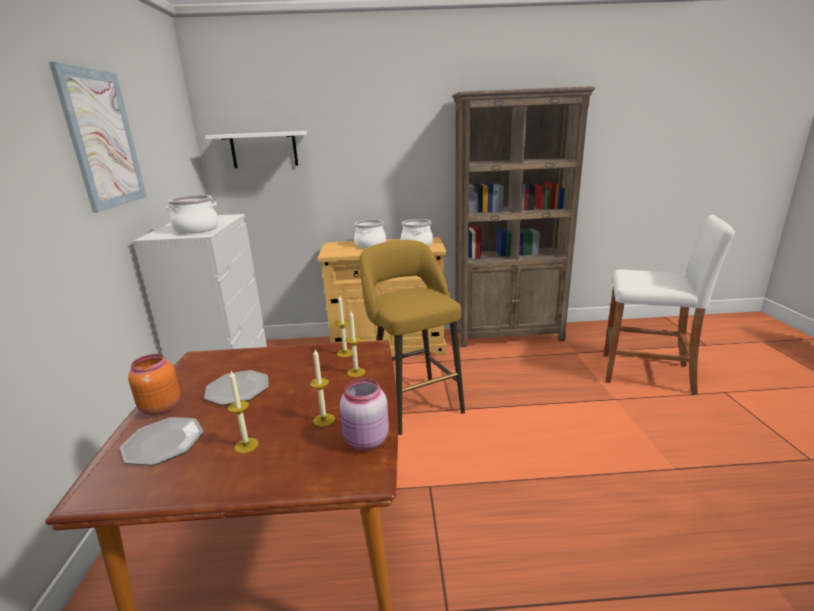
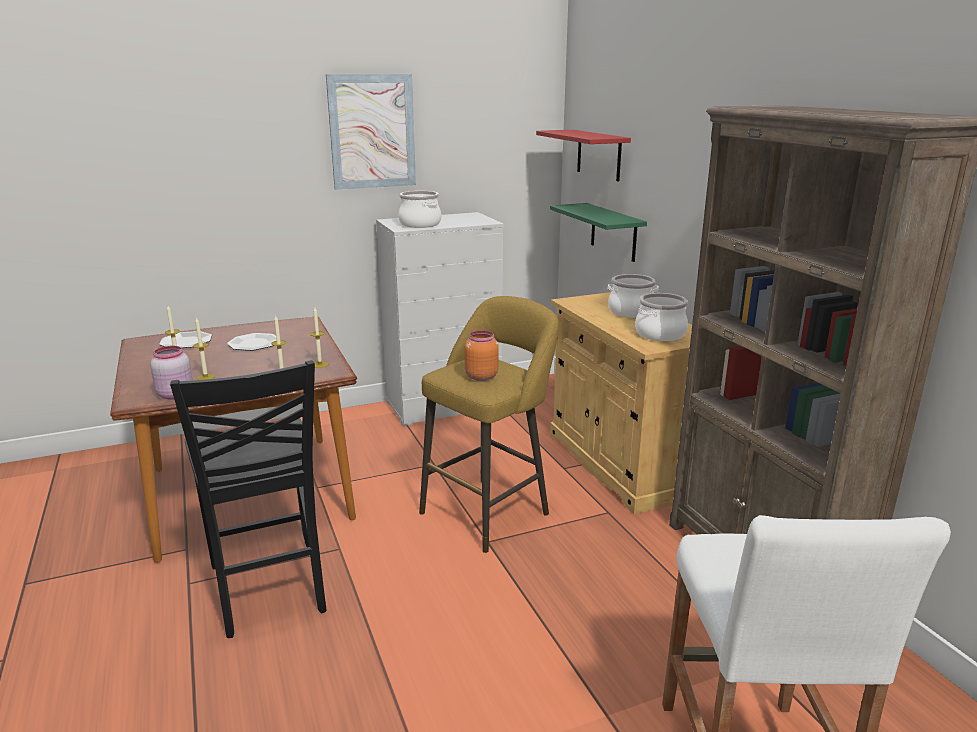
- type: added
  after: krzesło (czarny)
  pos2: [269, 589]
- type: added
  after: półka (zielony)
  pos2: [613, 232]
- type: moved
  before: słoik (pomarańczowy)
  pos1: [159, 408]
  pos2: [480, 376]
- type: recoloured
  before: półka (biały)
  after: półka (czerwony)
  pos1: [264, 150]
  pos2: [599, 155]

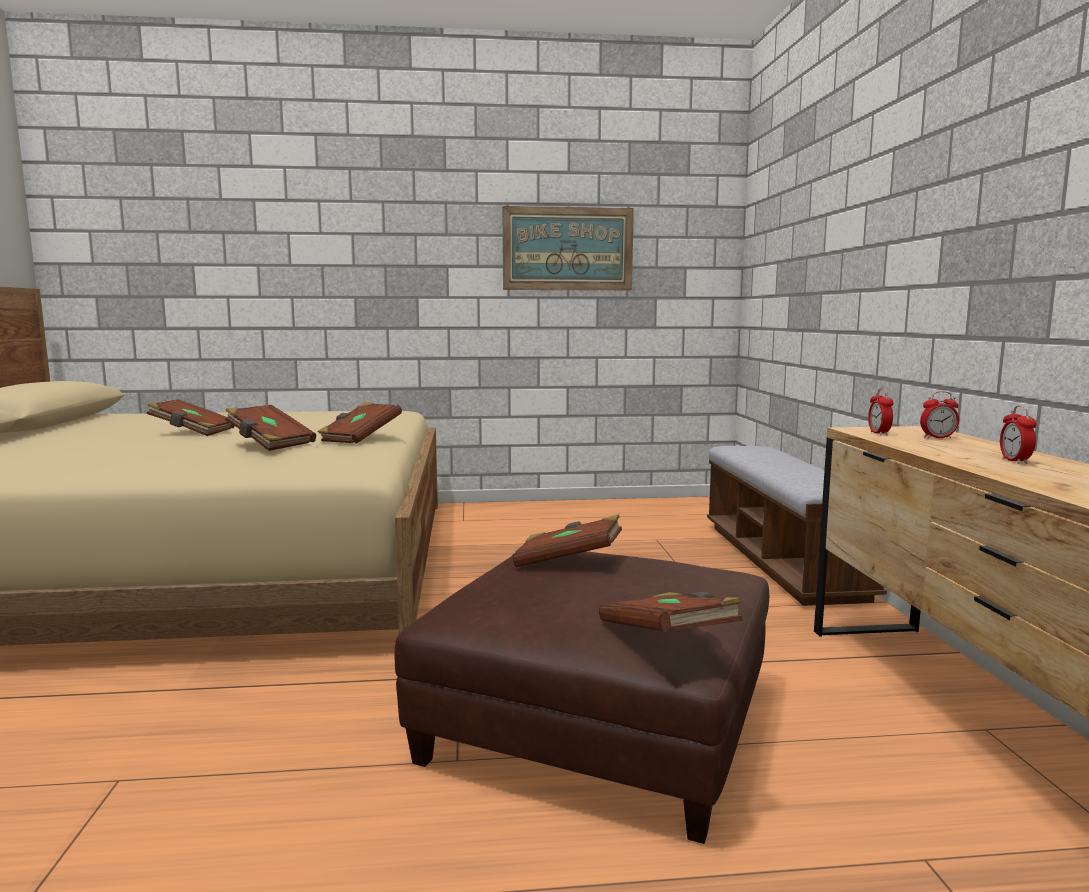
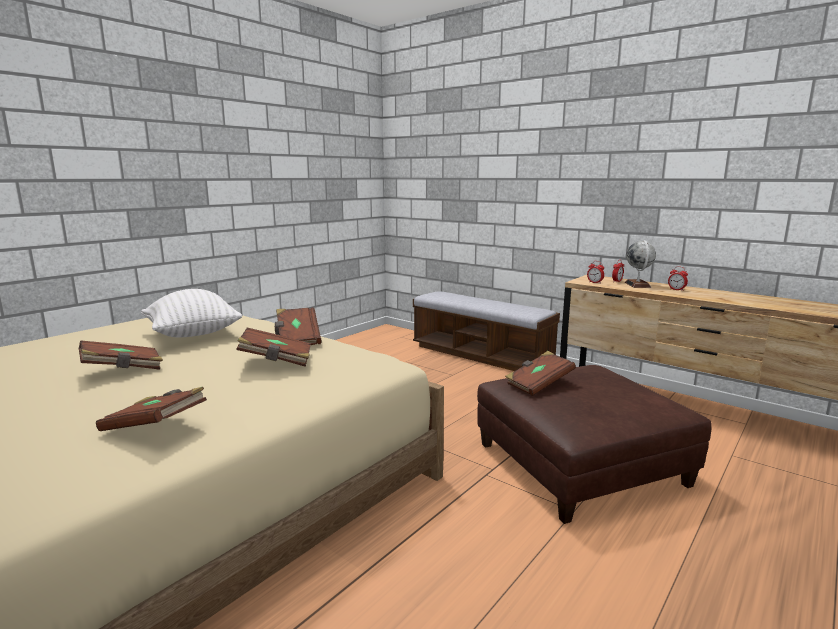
- type: removed
  before: obraz
  pos1: [567, 249]
- type: added
  after: poduszka (biały)
  pos2: [193, 335]
- type: added
  after: globus
  pos2: [637, 285]
- type: moved
  before: książka (brązowy)
  pos1: [668, 639]
  pos2: [156, 427]

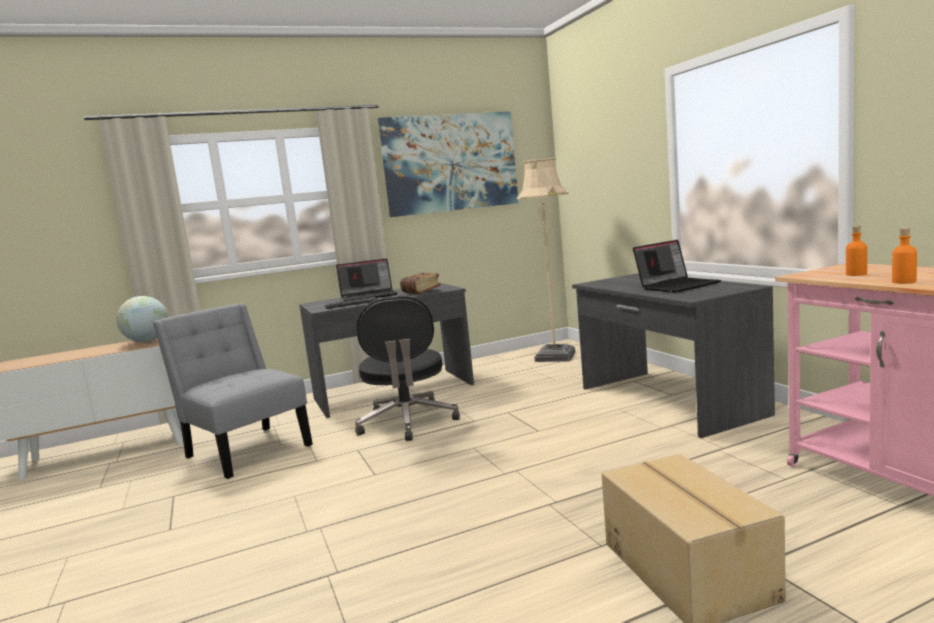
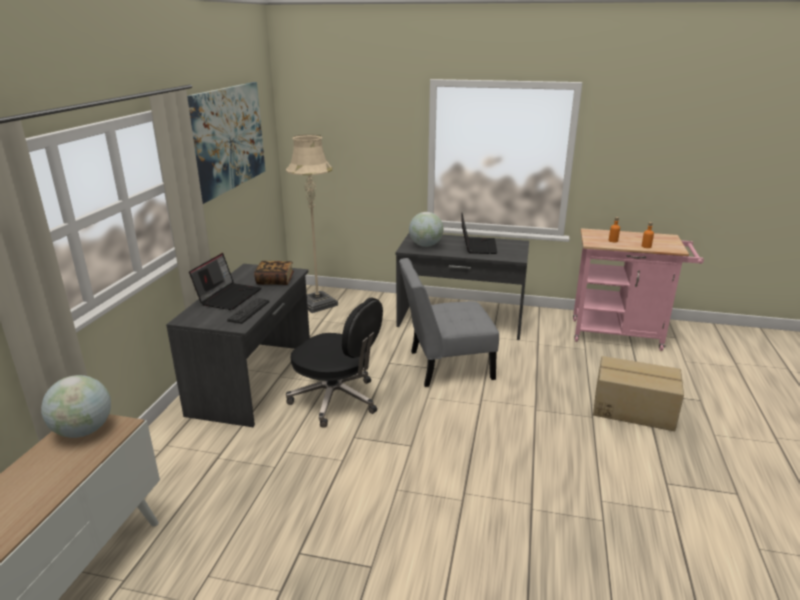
- type: added
  after: globus
  pos2: [425, 245]
- type: moved
  before: krzesło (szary)
  pos1: [246, 449]
  pos2: [445, 366]

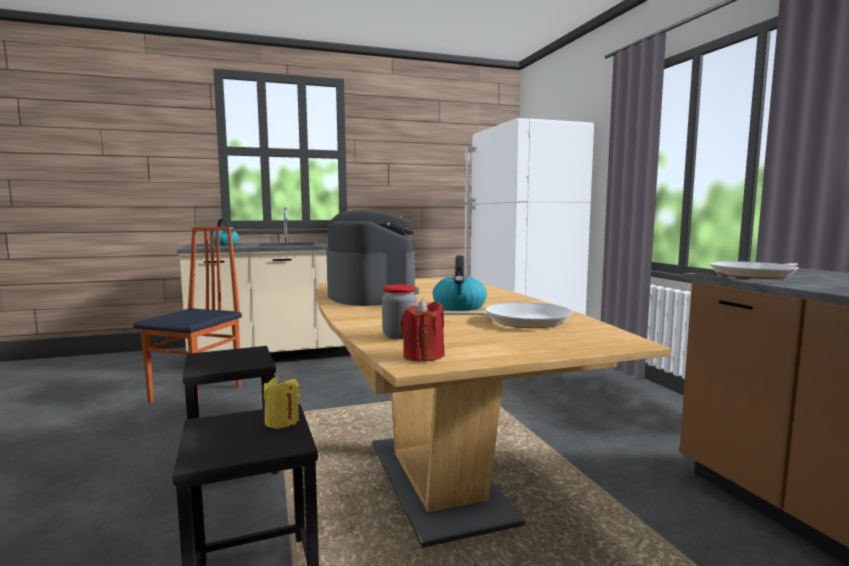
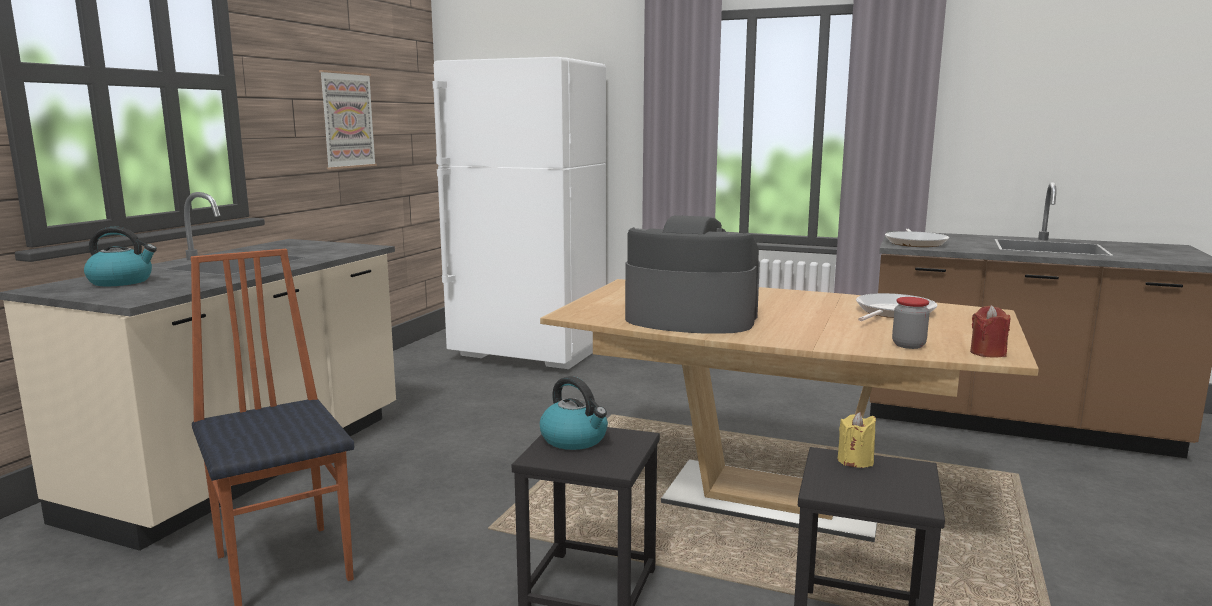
- type: added
  after: obraz
  pos2: [347, 120]
- type: moved
  before: czajnik
  pos1: [459, 307]
  pos2: [575, 439]

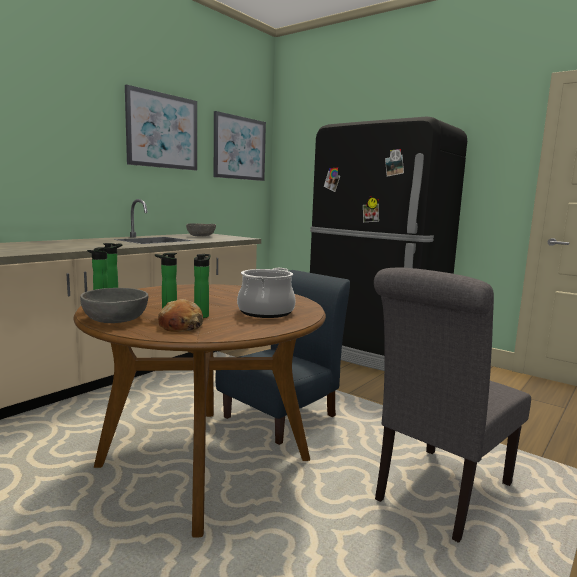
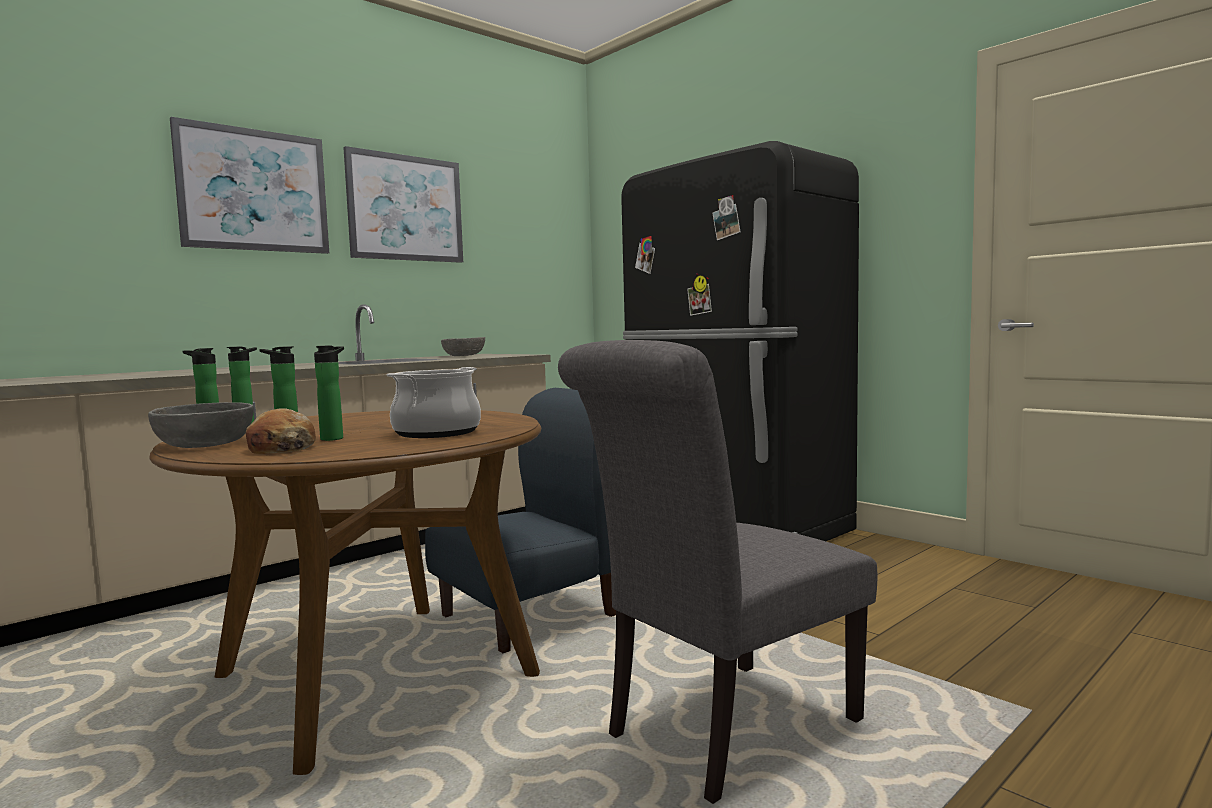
- type: moved
  before: obraz
  pos1: [239, 148]
  pos2: [254, 190]

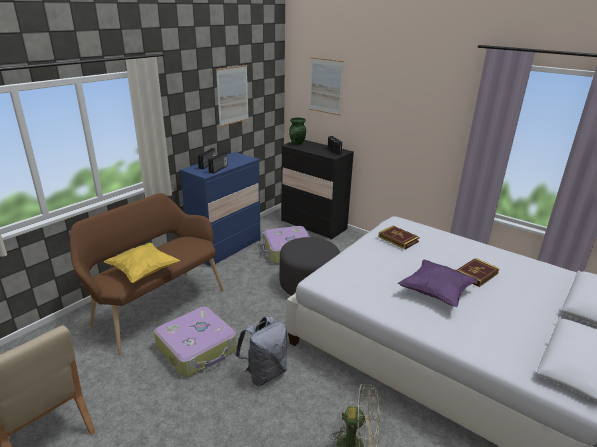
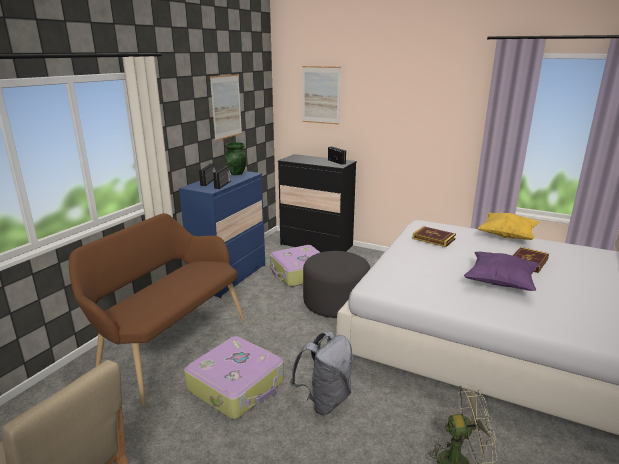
- type: moved
  before: poduszka (żółty)
  pos1: [143, 272]
  pos2: [507, 236]
- type: moved
  before: wazon (zielony)
  pos1: [297, 143]
  pos2: [236, 173]

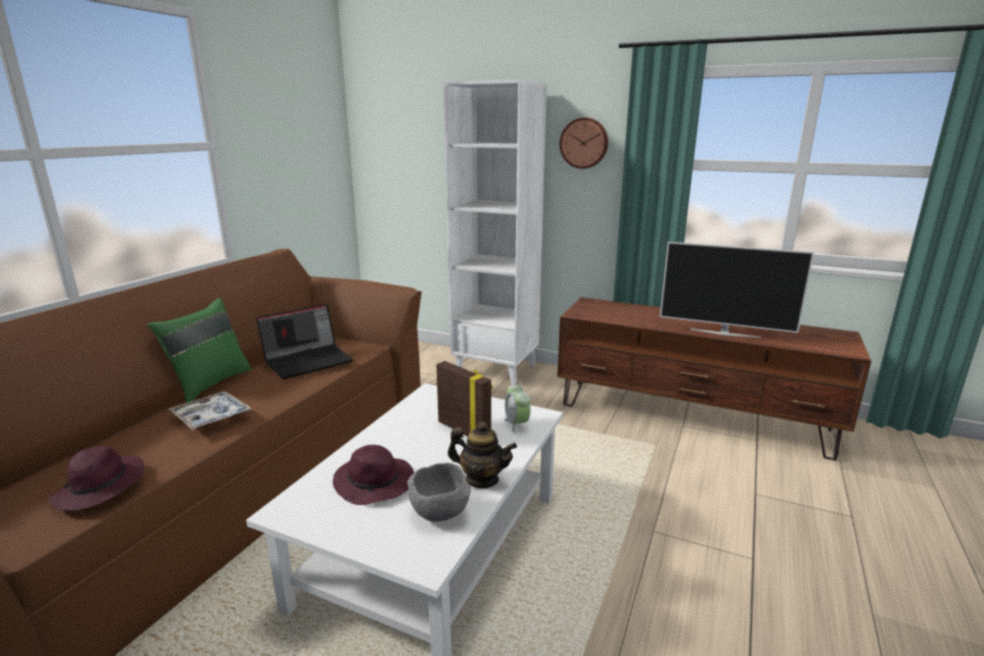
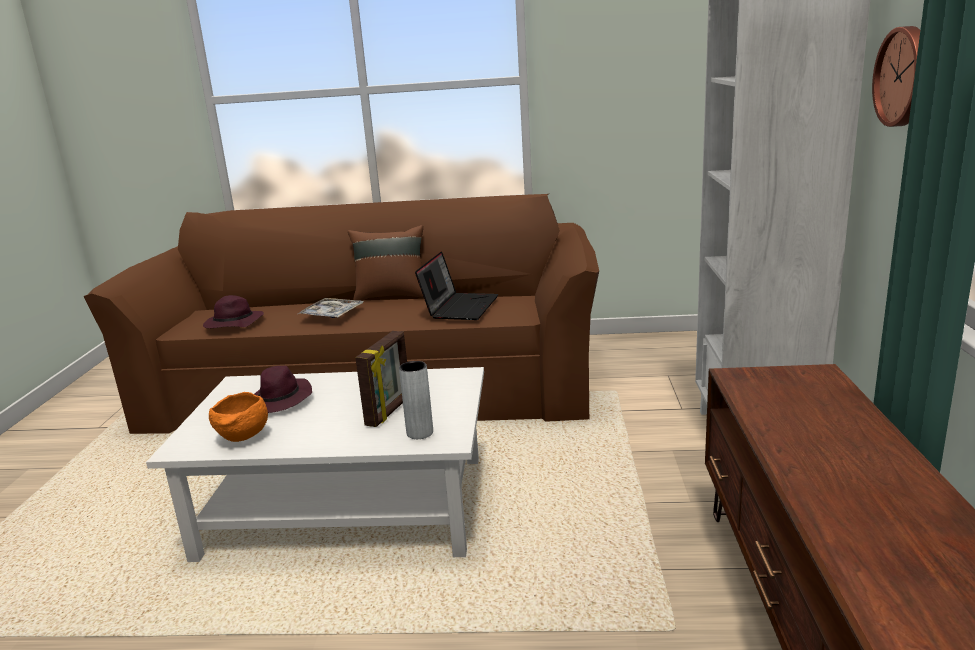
- type: removed
  before: imbryk
  pos1: [482, 479]
- type: removed
  before: telewizor
  pos1: [724, 333]
- type: replaced
  before: budzik
  after: wazon (szary)
  pos1: [517, 424]
  pos2: [420, 433]
- type: recoloured
  before: poduszka (zielony)
  after: poduszka (brązowy)
  pos1: [209, 383]
  pos2: [391, 296]
- type: recoloured
  before: miska (szary)
  after: miska (pomarańczowy)
  pos1: [441, 513]
  pos2: [243, 437]
- type: turned
  before: laptop
  pos1: [309, 361]
  pos2: [459, 307]
  turn: -105

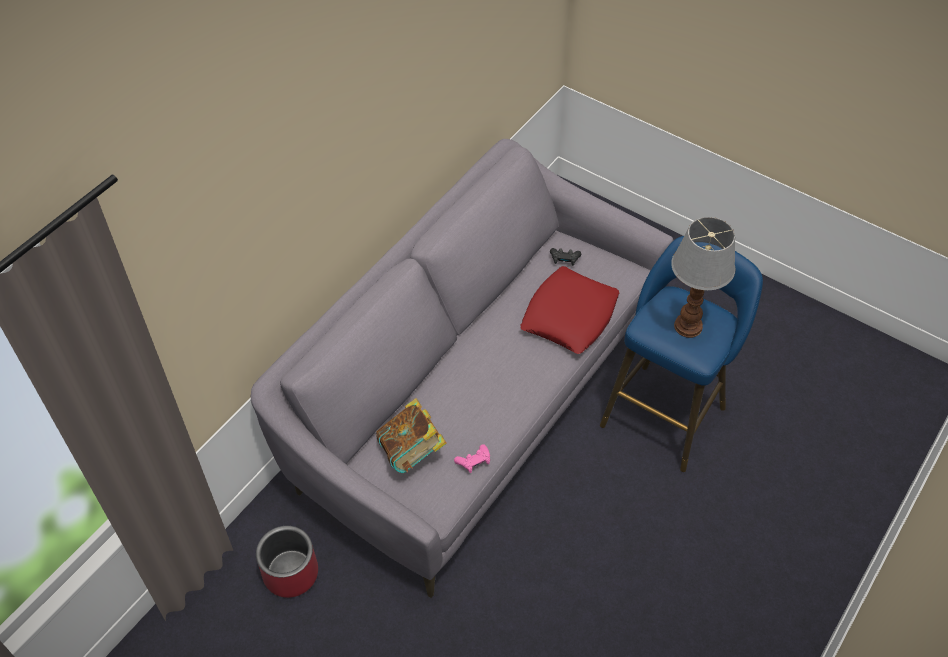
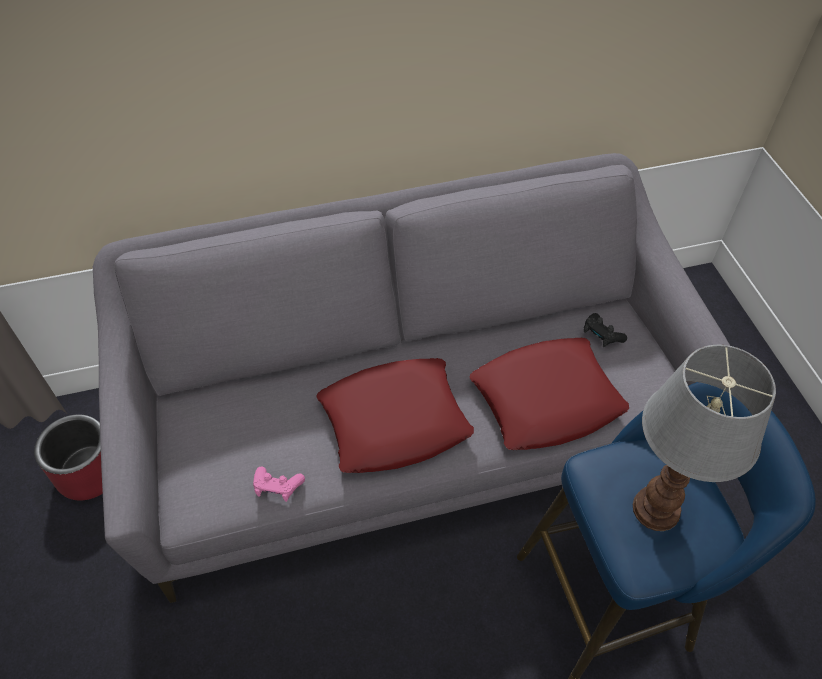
- type: removed
  before: książka
  pos1: [412, 452]
- type: added
  after: poduszka (czerwony)
  pos2: [395, 421]

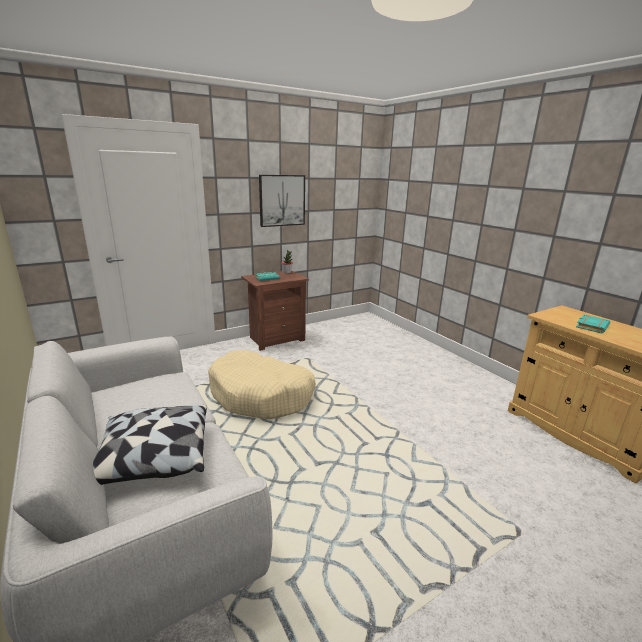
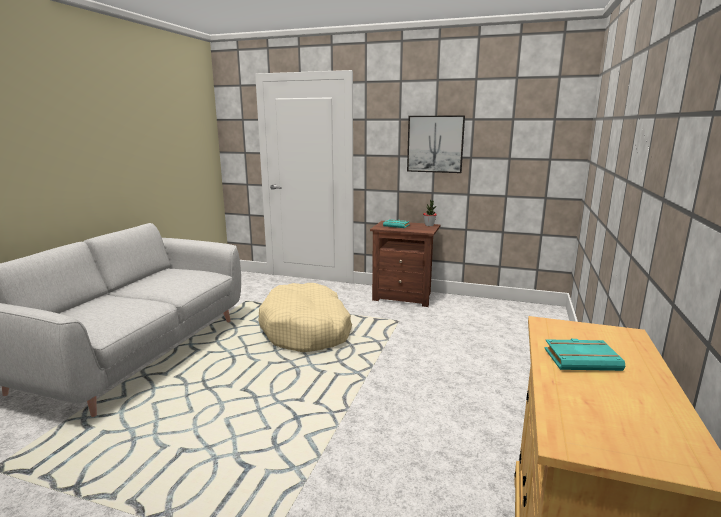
- type: removed
  before: poduszka
  pos1: [153, 458]

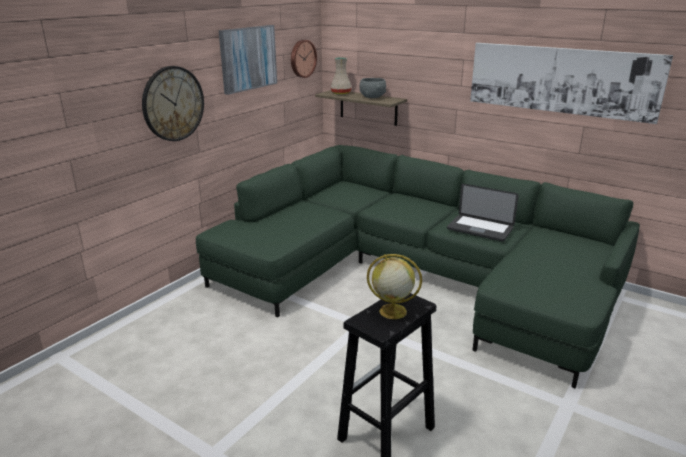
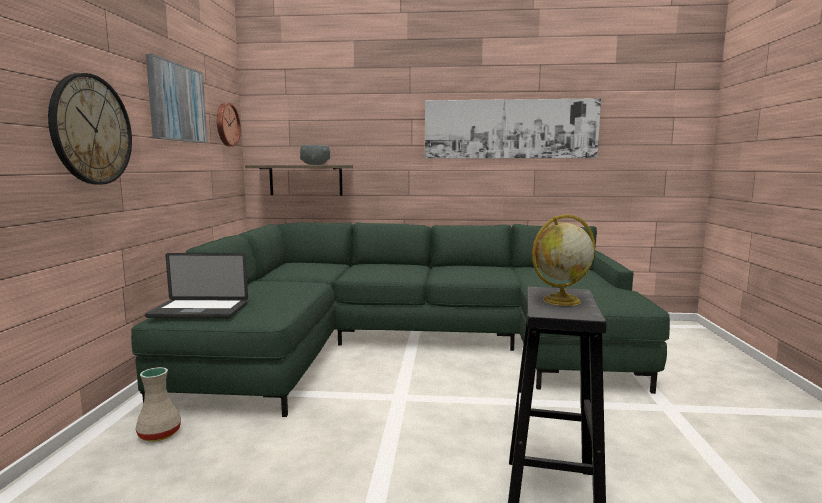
- type: moved
  before: wazon (beżowy)
  pos1: [340, 93]
  pos2: [158, 434]
- type: moved
  before: laptop
  pos1: [480, 229]
  pos2: [199, 311]

